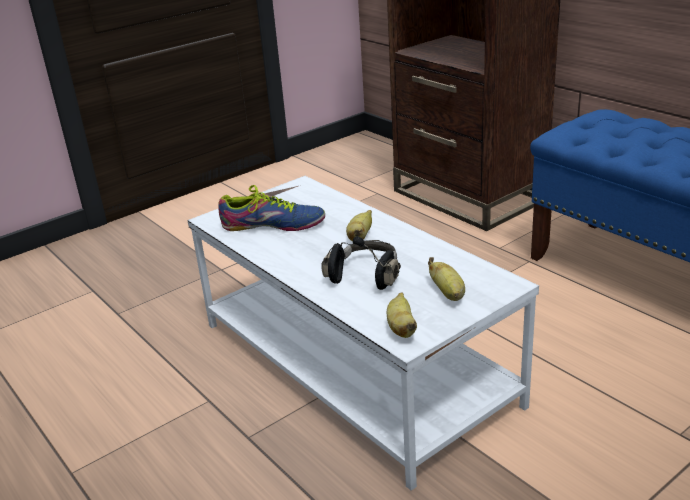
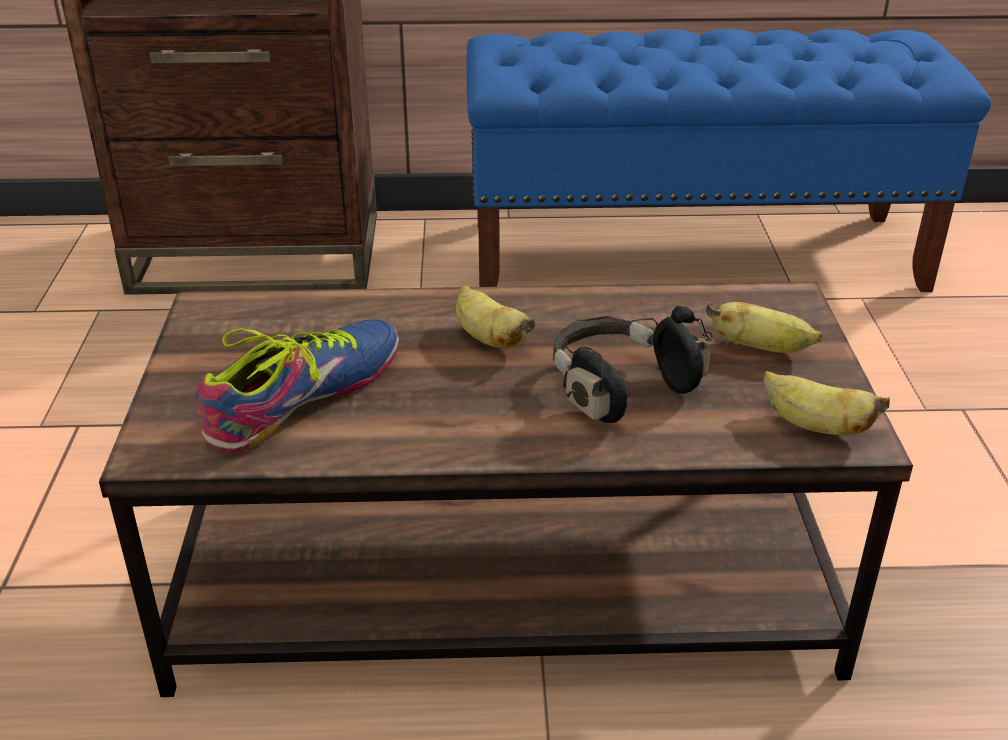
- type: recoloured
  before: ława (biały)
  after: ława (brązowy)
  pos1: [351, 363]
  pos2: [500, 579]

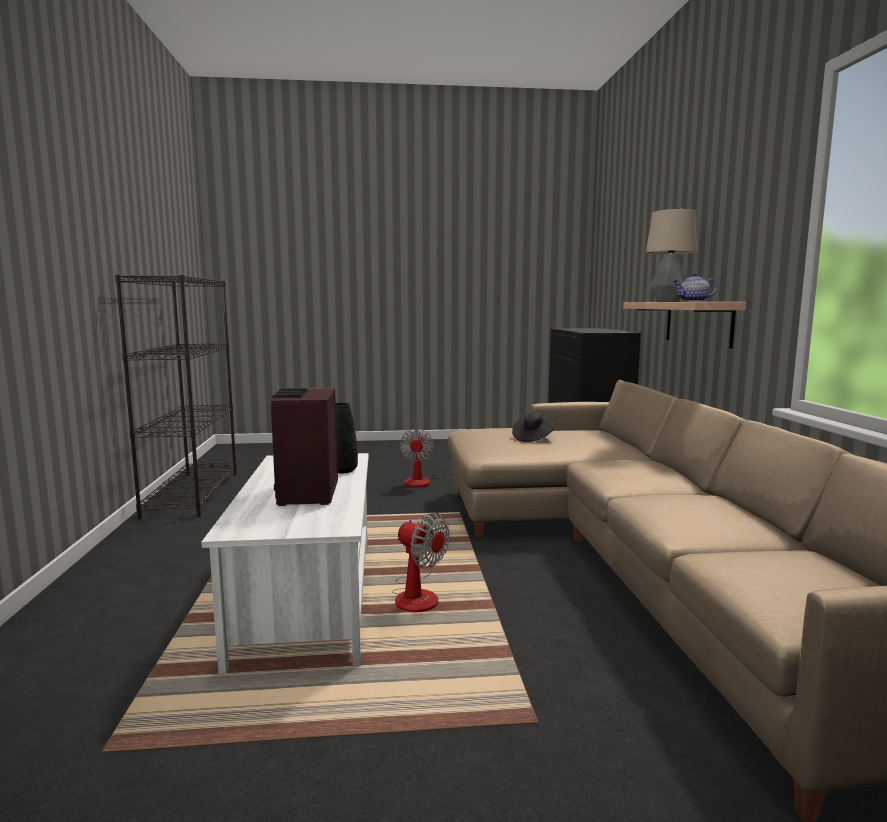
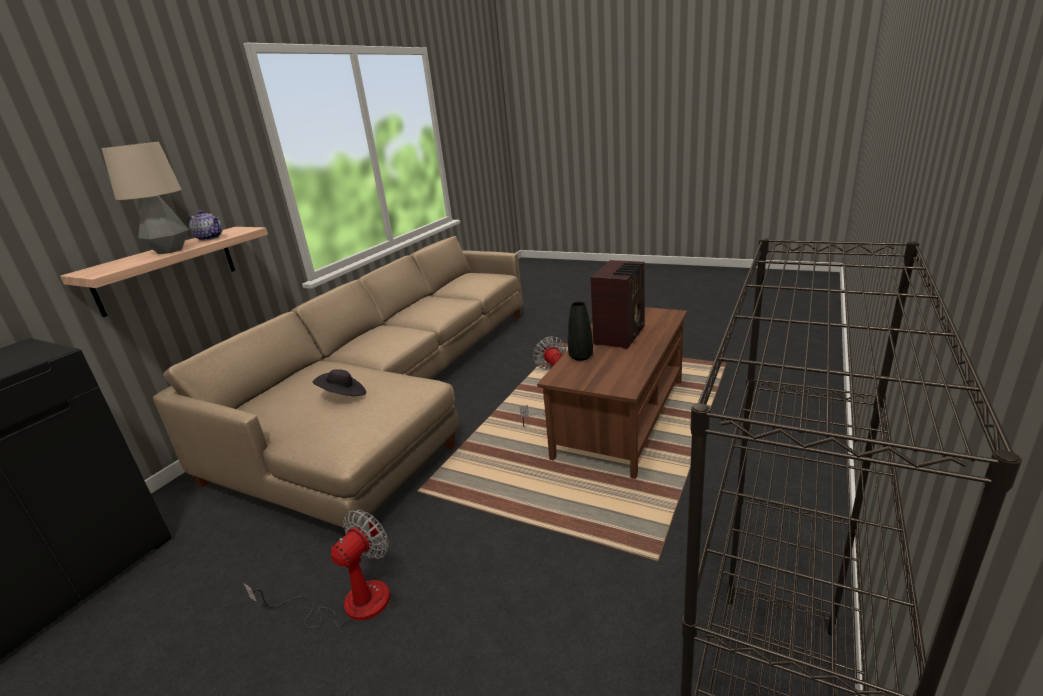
- type: recoloured
  before: ława (biały)
  after: ława (brązowy)
  pos1: [309, 598]
  pos2: [621, 417]

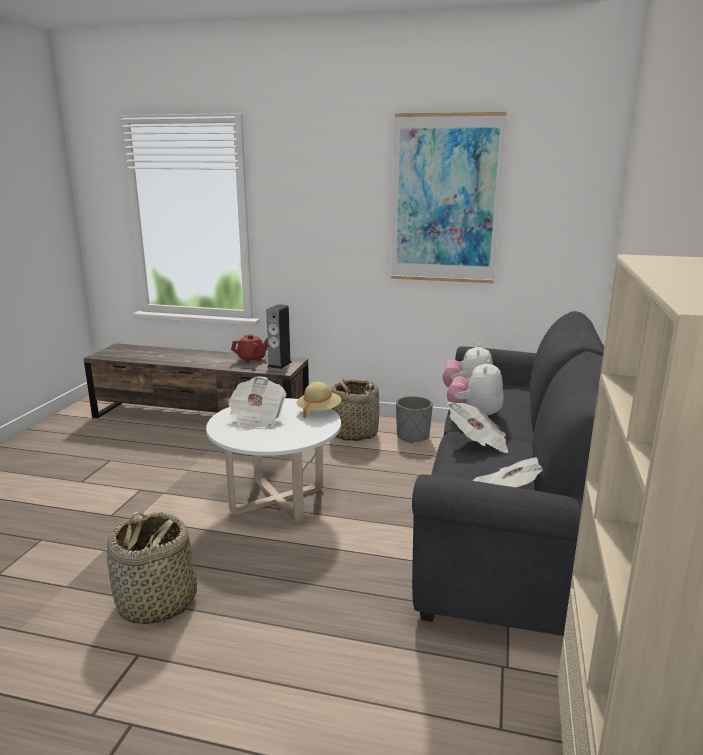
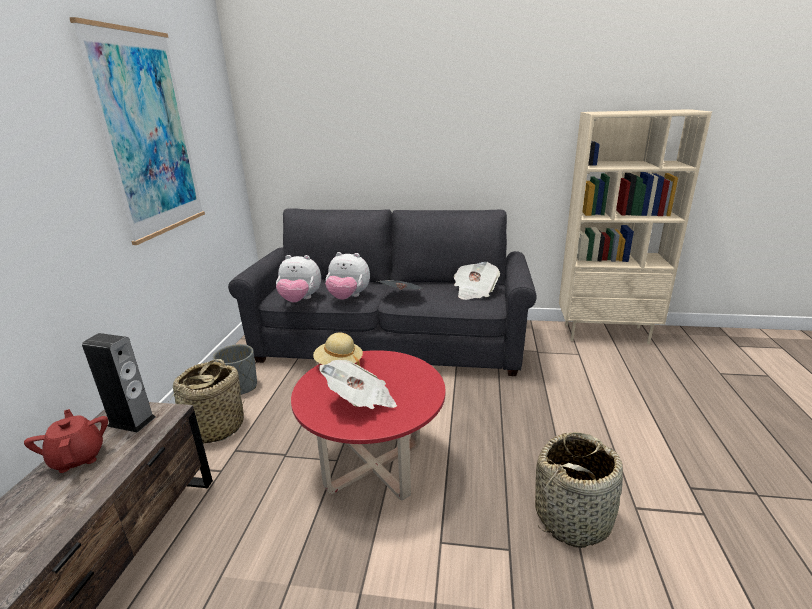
- type: recoloured
  before: ława (biały)
  after: ława (czerwony)
  pos1: [277, 500]
  pos2: [374, 466]

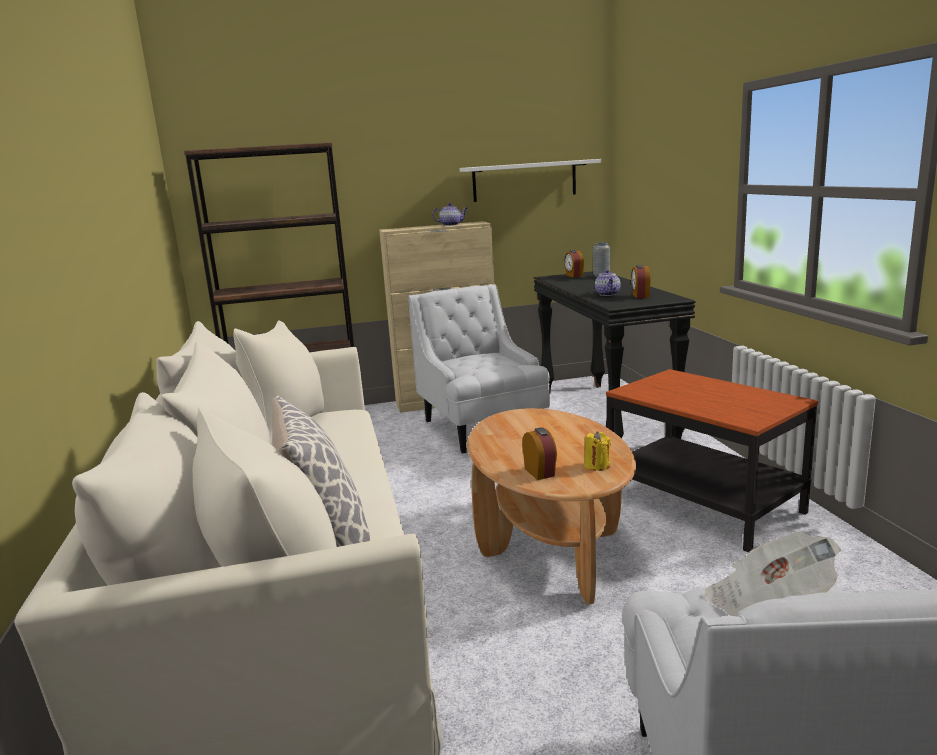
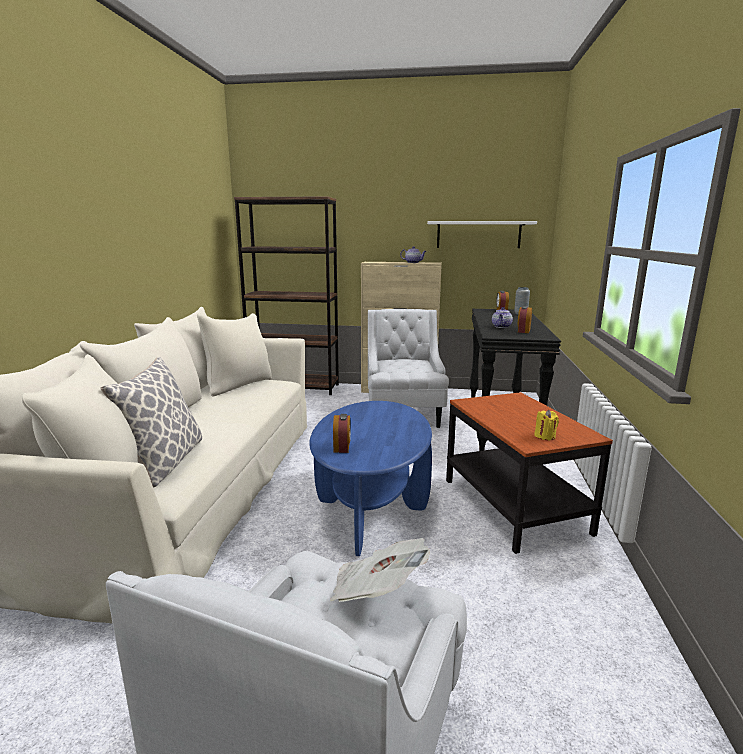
- type: moved
  before: świeca (żółty)
  pos1: [597, 465]
  pos2: [545, 436]
- type: recoloured
  before: ława (brązowy)
  after: ława (niebieski)
  pos1: [550, 544]
  pos2: [371, 505]

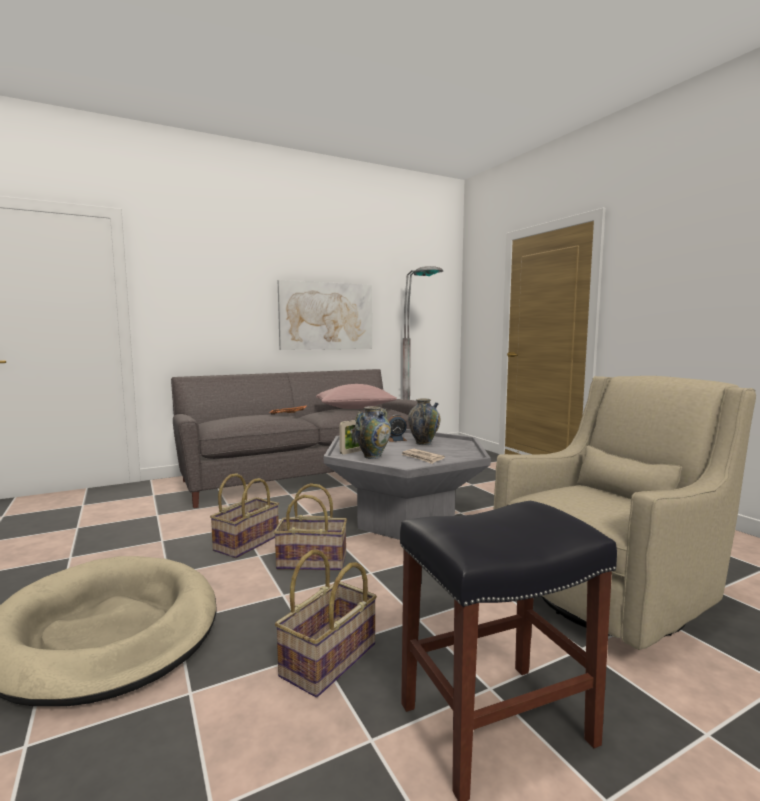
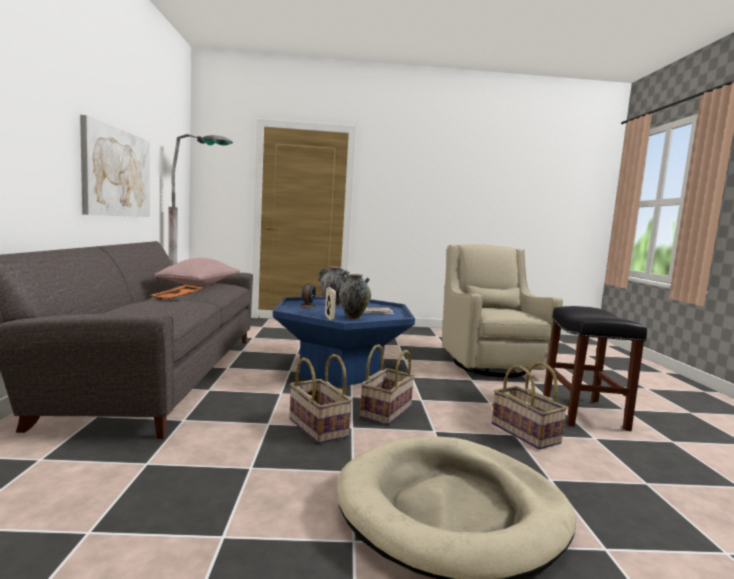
- type: recoloured
  before: ława (szary)
  after: ława (niebieski)
  pos1: [405, 518]
  pos2: [340, 370]

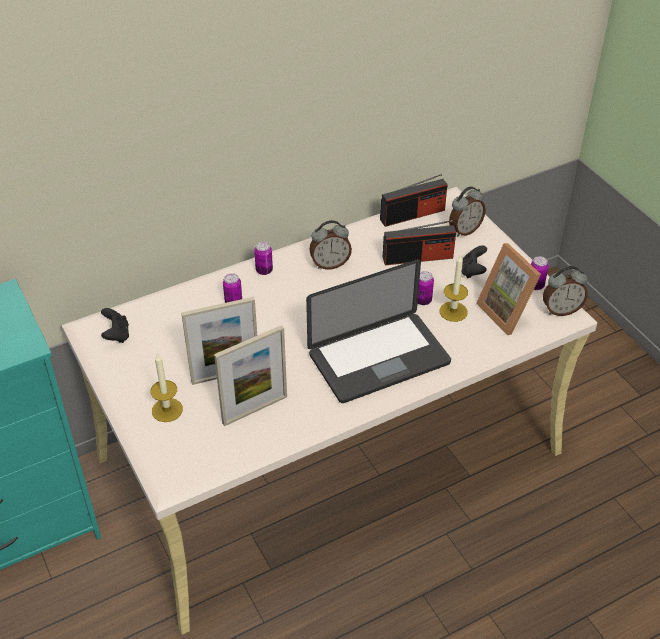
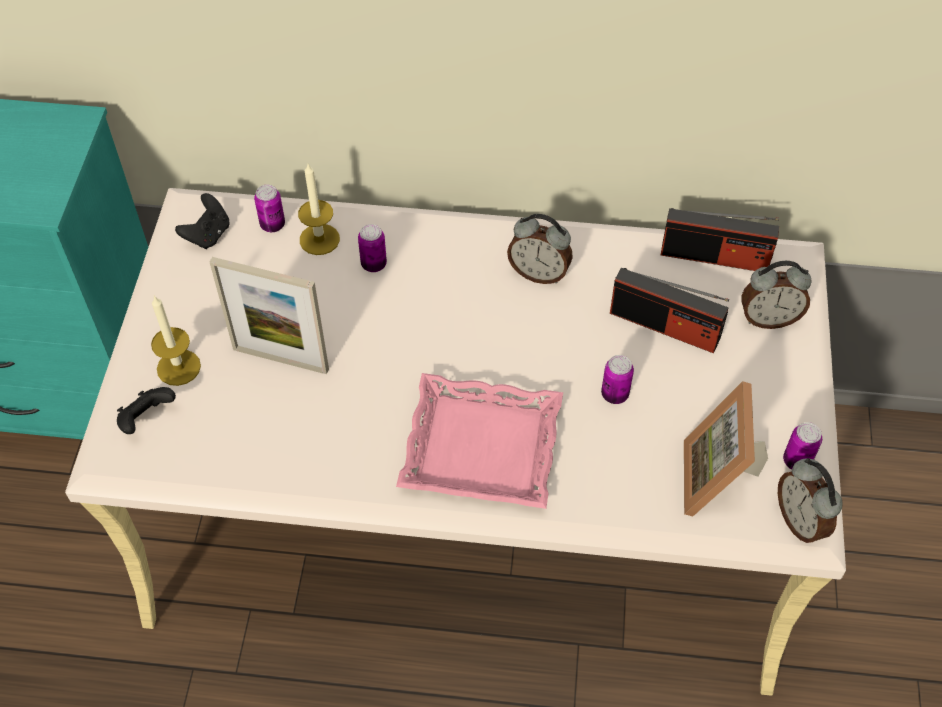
- type: removed
  before: ramka na zdjęcie
  pos1: [255, 410]
- type: moved
  before: puszka
  pos1: [264, 270]
  pos2: [272, 225]
- type: moved
  before: świeca
  pos1: [453, 311]
  pos2: [319, 239]
- type: moved
  before: pad do gier (czarny)
  pos1: [473, 271]
  pos2: [147, 419]
- type: replaced
  before: laptop
  after: taca (różowy)
  pos1: [379, 359]
  pos2: [482, 447]
- type: turned
  before: budzik
  pos1: [561, 310]
  pos2: [800, 521]
  turn: 45

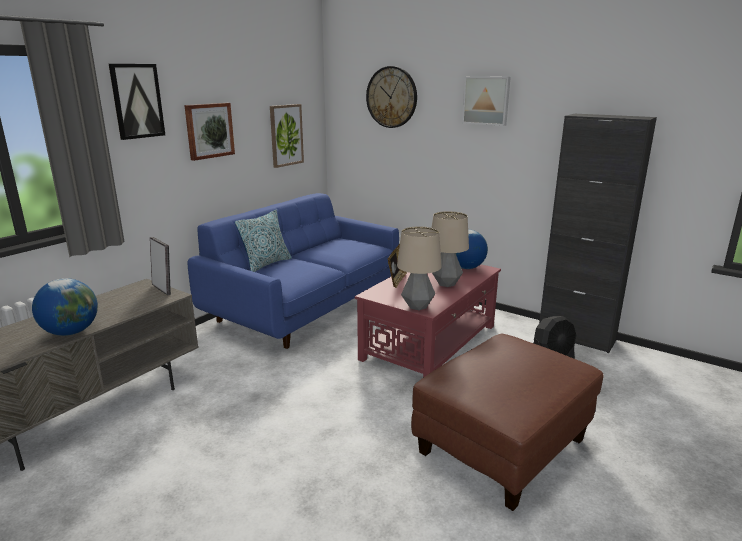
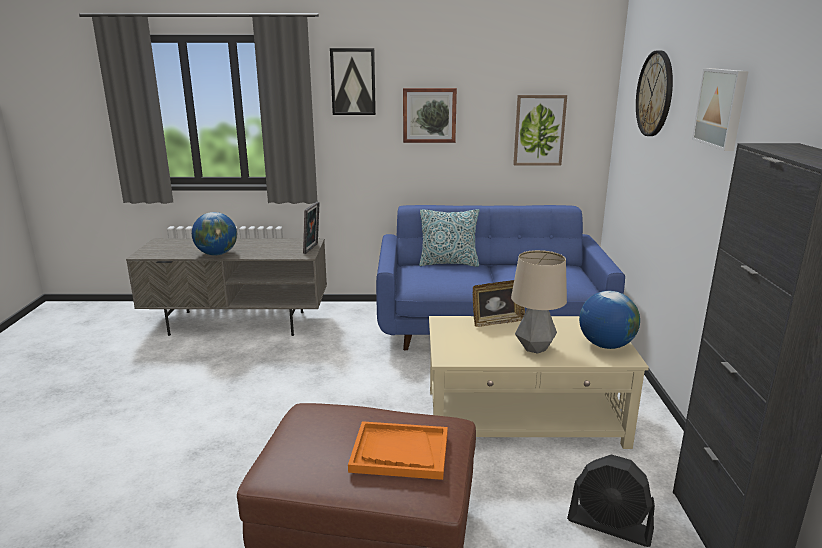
- type: removed
  before: lampa stołowa
  pos1: [418, 306]
- type: added
  after: taca (pomarańczowy)
  pos2: [399, 452]
- type: recoloured
  before: ława (czerwony)
  after: ława (beżowy)
  pos1: [430, 342]
  pos2: [524, 417]

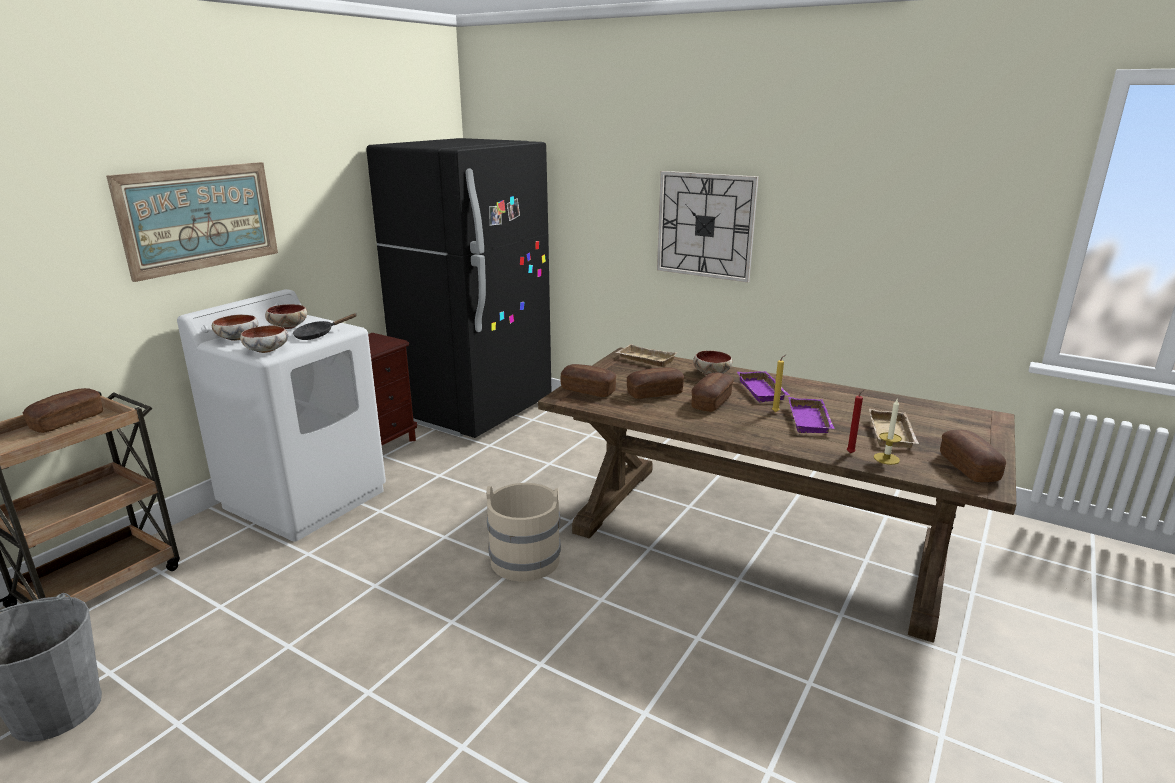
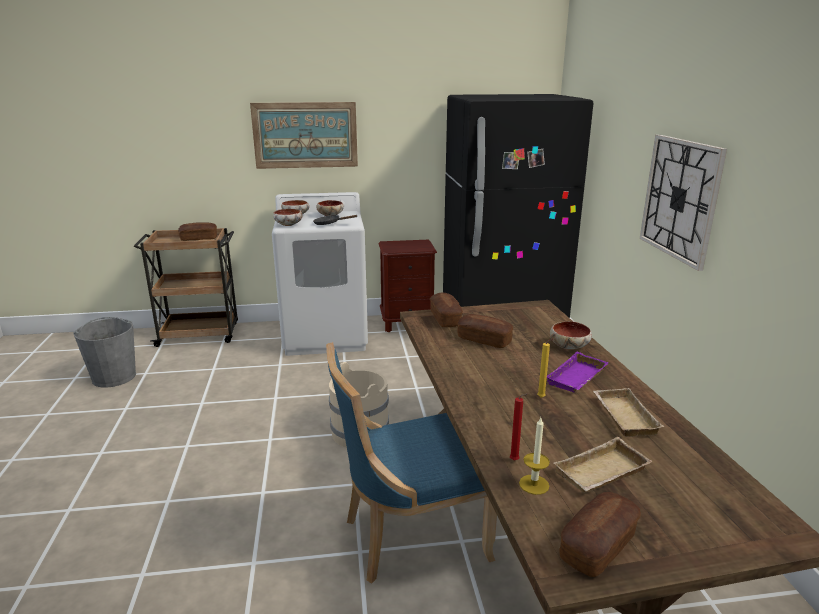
- type: removed
  before: chleb
  pos1: [711, 402]
- type: removed
  before: taca (fioletowy)
  pos1: [811, 421]
- type: added
  after: krzesło (niebieski)
  pos2: [409, 536]
- type: moved
  before: taca (beżowy)
  pos1: [644, 360]
  pos2: [622, 416]

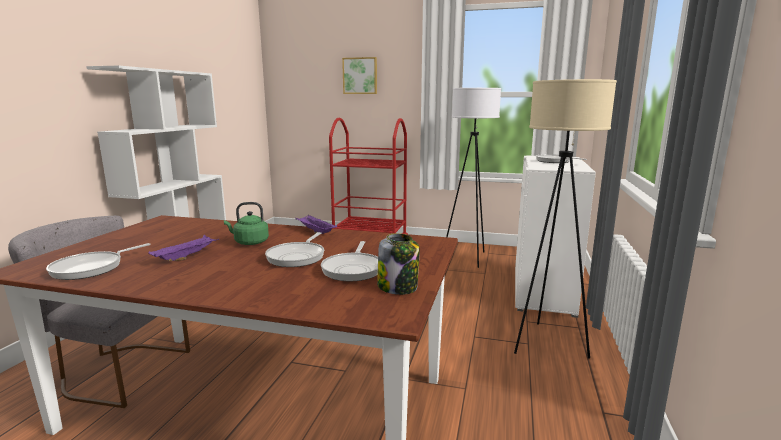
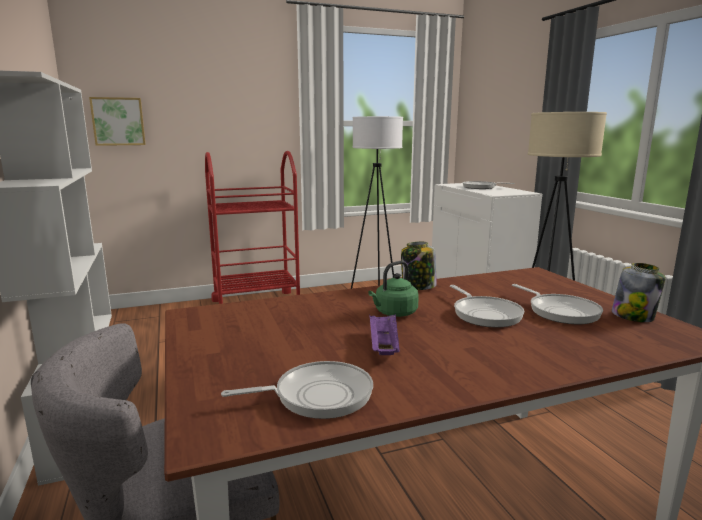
- type: moved
  before: obraz
  pos1: [360, 76]
  pos2: [118, 121]
- type: replaced
  before: taca (fioletowy)
  after: słoik
  pos1: [315, 231]
  pos2: [418, 287]
- type: turned
  before: patelnia
  pos1: [91, 268]
  pos2: [317, 396]
  turn: -105

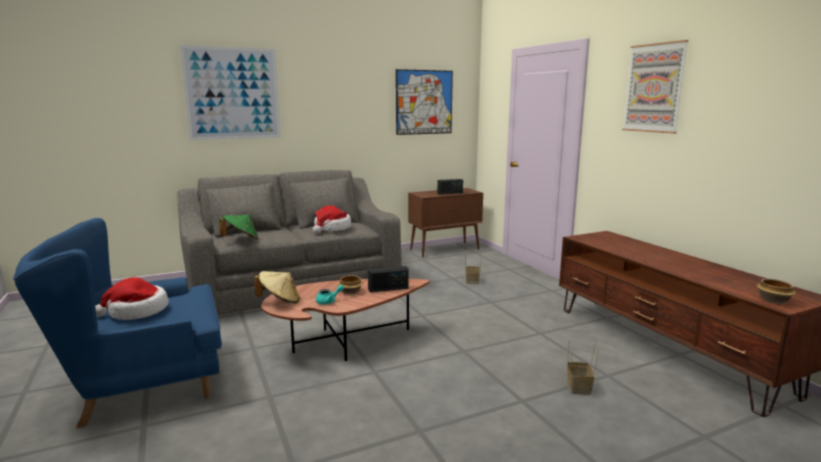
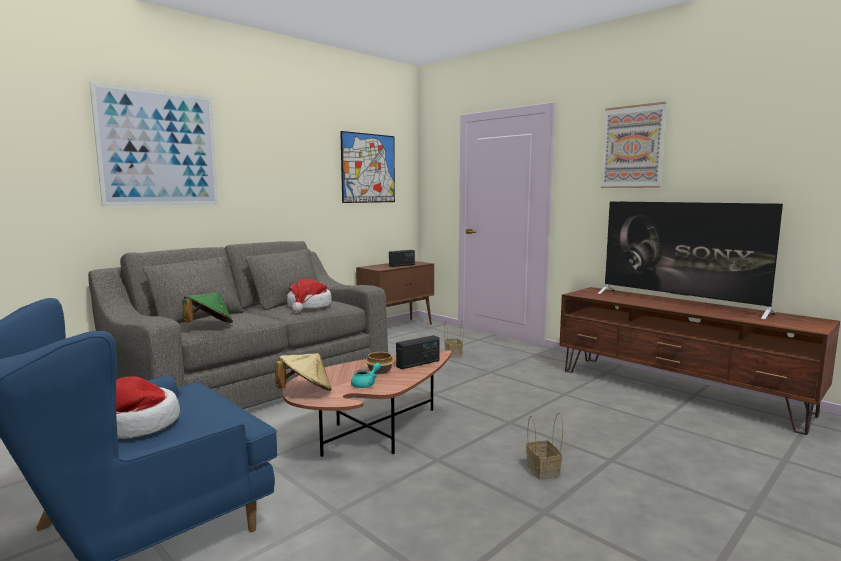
- type: removed
  before: miska
  pos1: [772, 300]
- type: added
  after: telewizor
  pos2: [679, 303]
- type: moved
  before: koszyk
  pos1: [579, 387]
  pos2: [544, 471]

